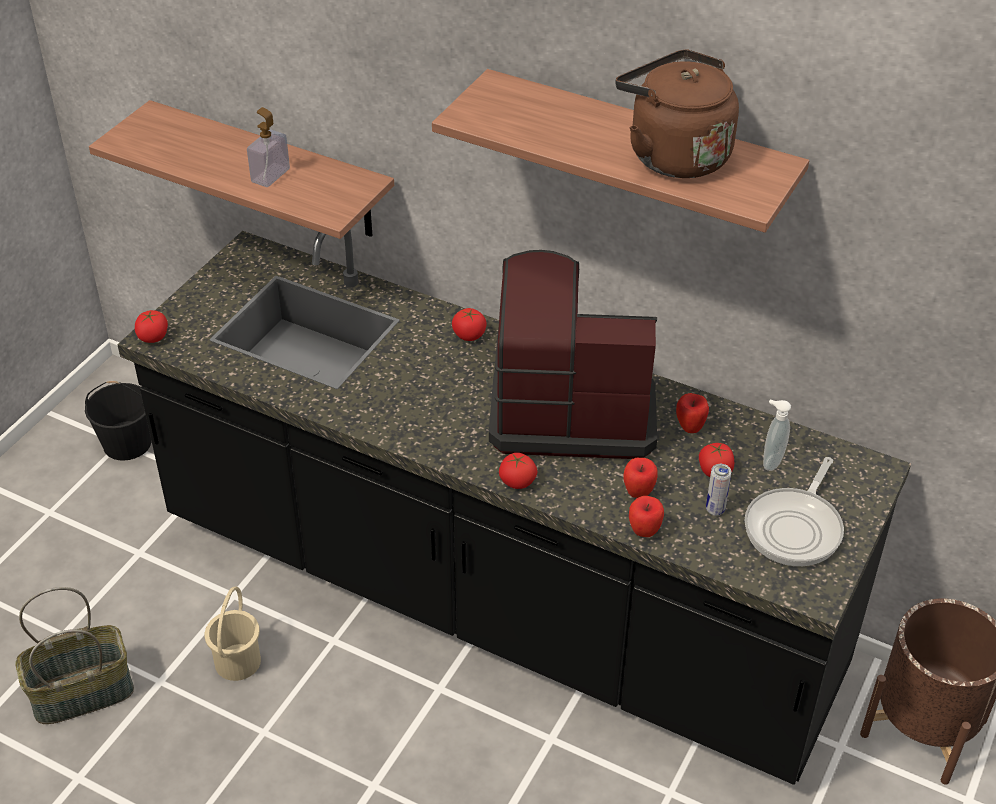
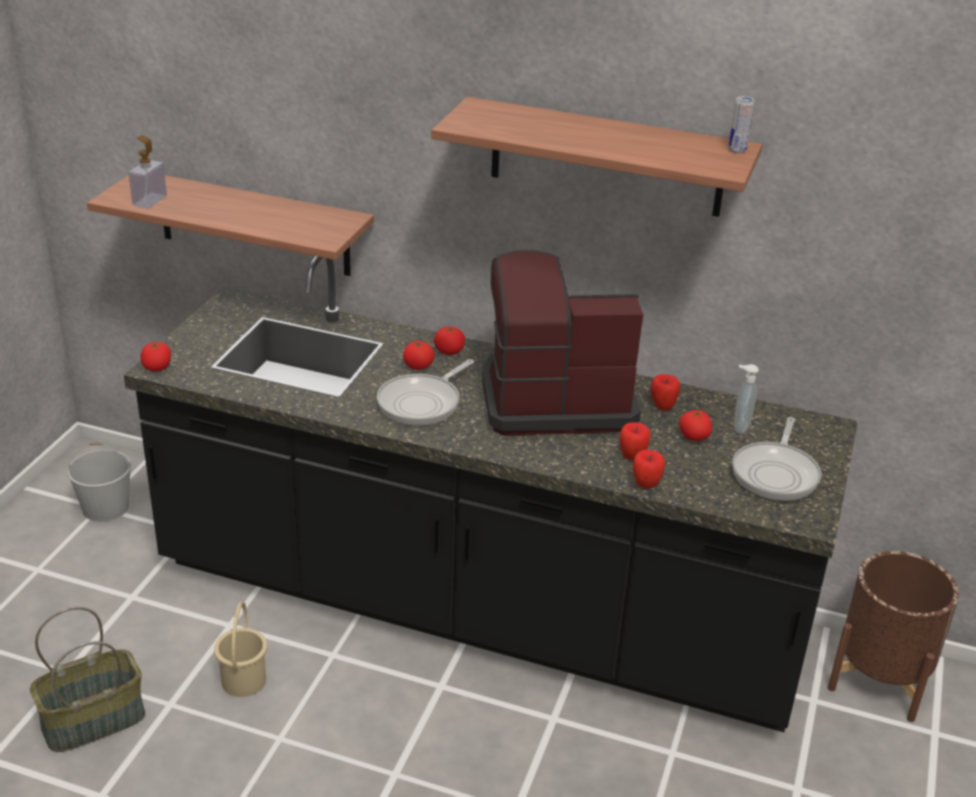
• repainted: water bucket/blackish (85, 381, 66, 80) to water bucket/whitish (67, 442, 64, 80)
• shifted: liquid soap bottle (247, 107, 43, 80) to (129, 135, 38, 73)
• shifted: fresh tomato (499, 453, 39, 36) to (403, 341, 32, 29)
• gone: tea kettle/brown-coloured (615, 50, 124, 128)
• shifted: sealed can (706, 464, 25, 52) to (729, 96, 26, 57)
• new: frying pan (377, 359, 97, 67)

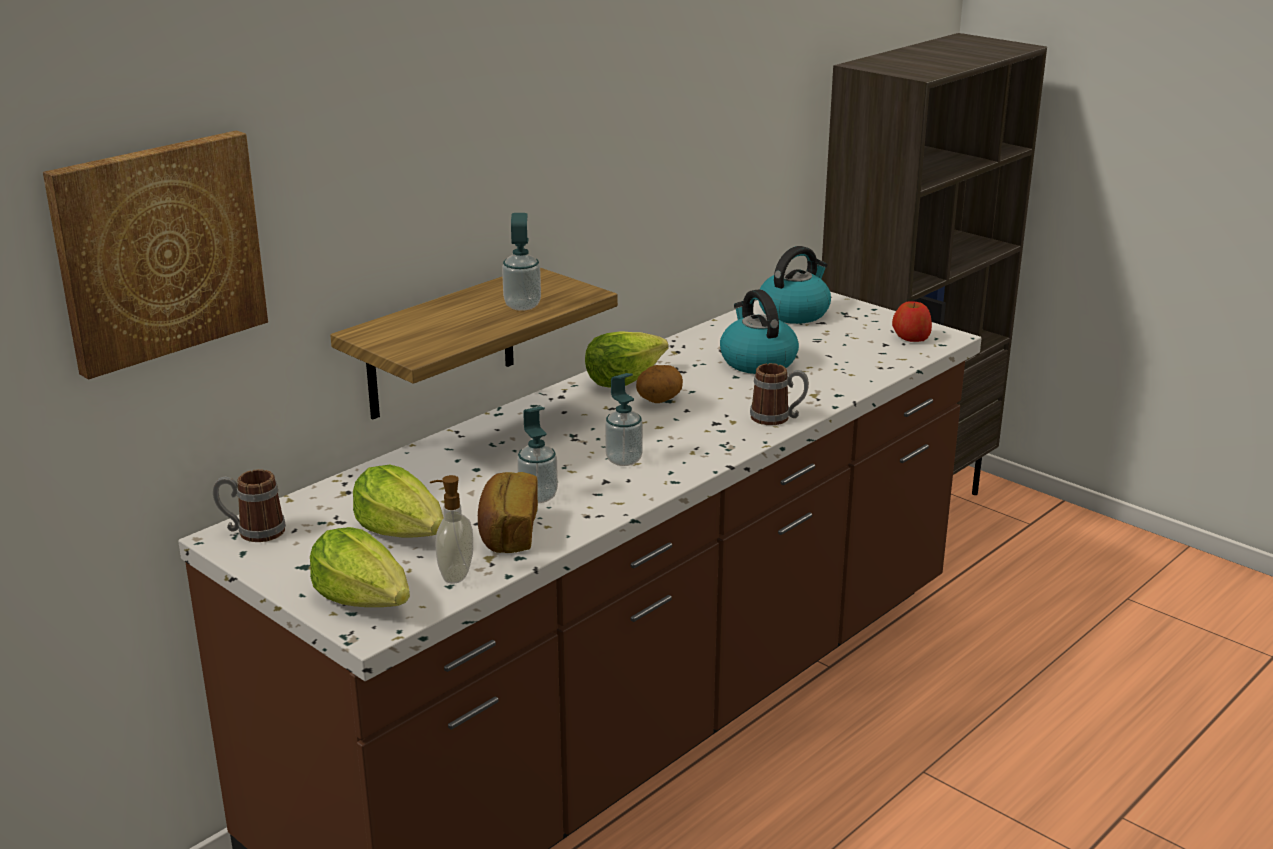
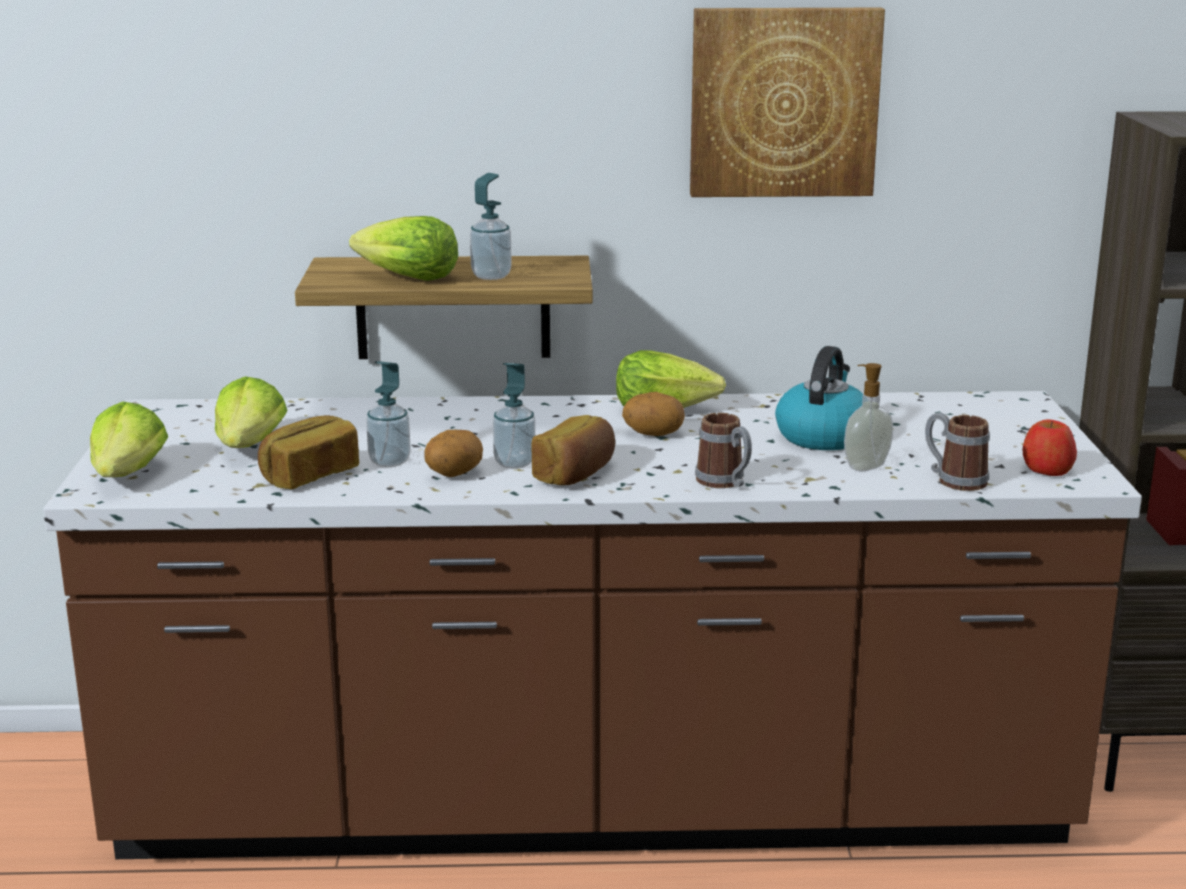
• shifted: picture (43, 131, 225, 249) to (690, 8, 195, 189)
• shifted: mug (213, 469, 73, 73) to (925, 412, 65, 79)
• shifted: liquid soap bottle (430, 475, 43, 108) to (844, 363, 49, 108)
• gone: tea kettle (758, 246, 73, 78)
• new: lettuce head (349, 216, 109, 65)
• new: spud (424, 430, 59, 47)
• new: baked bread (531, 415, 84, 70)

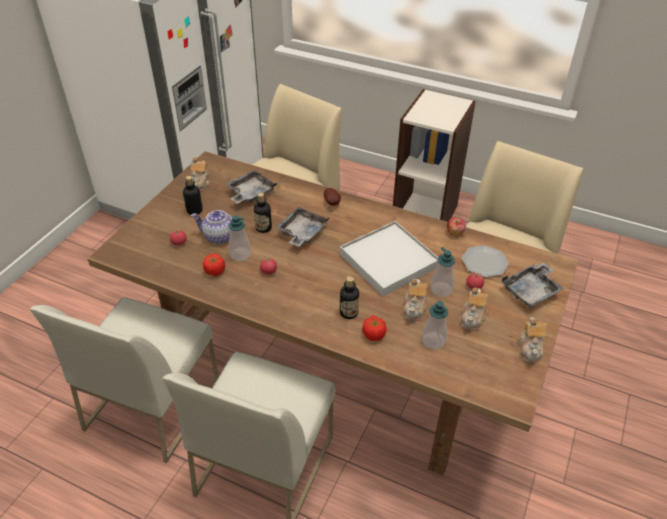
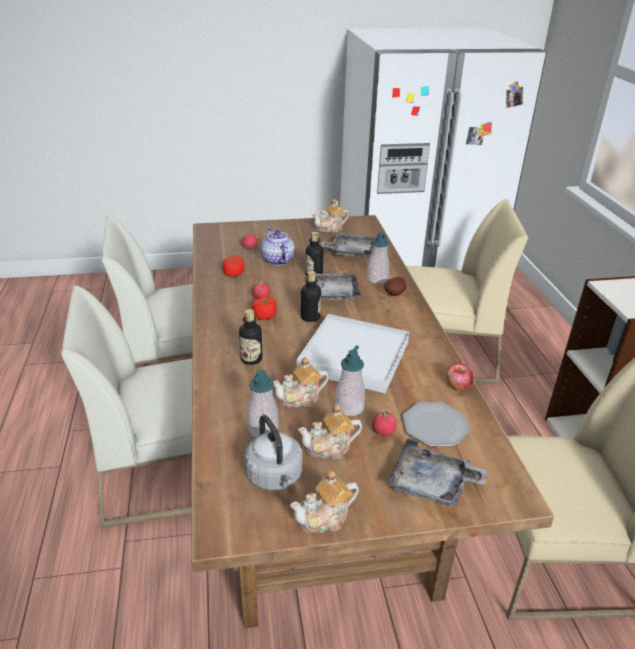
• shifted: beverage bottle (183, 176, 20, 39) to (301, 271, 20, 51)
• shifted: liquid soap bottle (228, 215, 23, 46) to (367, 232, 22, 52)
• shifted: fresh tomato (362, 315, 25, 26) to (252, 296, 25, 24)
• new: tea kettle/greyish (244, 415, 59, 75)

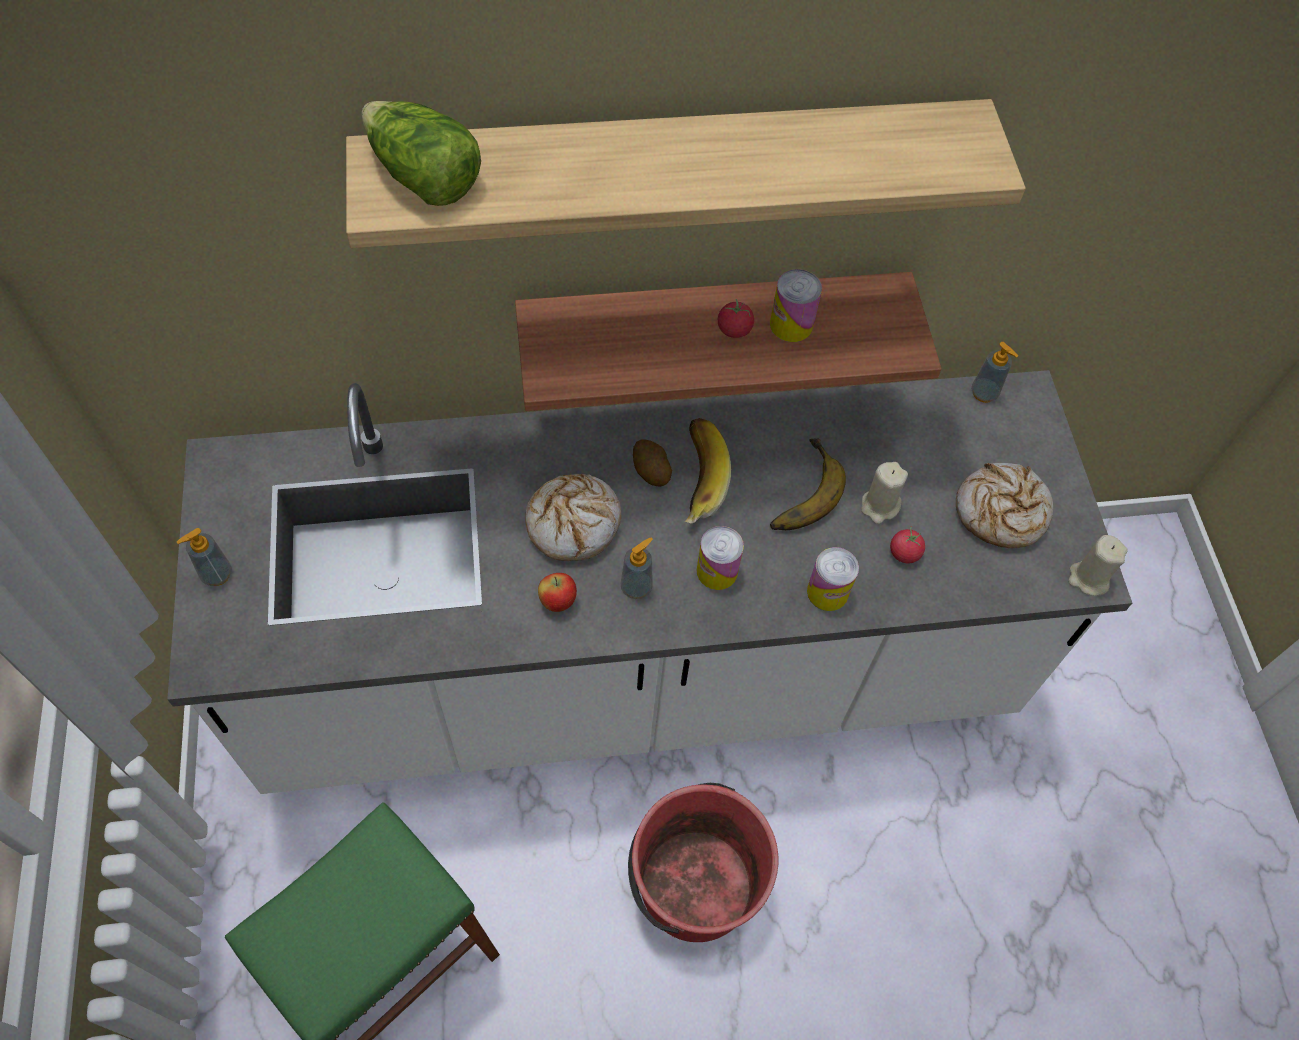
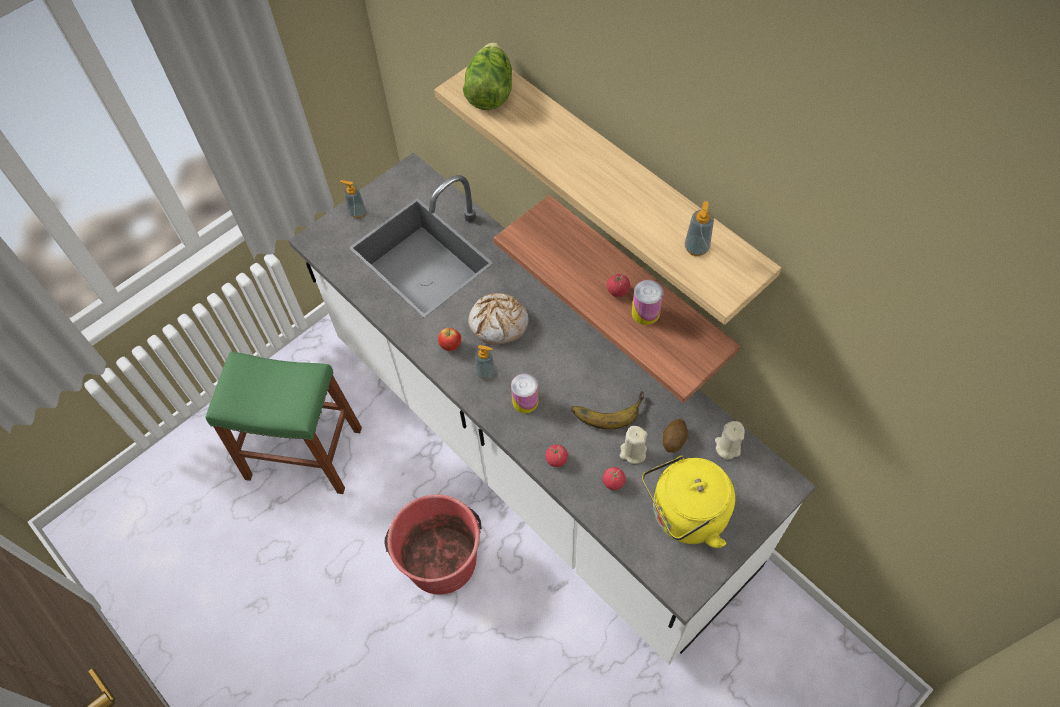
• shifted: spud (633, 440, 39, 46) to (663, 419, 25, 34)
• gone: whole banana (685, 418, 46, 106)
• swapped: sealed can (807, 547, 52, 64) to fresh tomato (545, 444, 23, 23)
• swapped: baked bread (956, 463, 97, 85) to tea kettle/yellow-coloured (642, 455, 93, 93)
• shifted: liquid soap bottle (971, 342, 47, 61) to (685, 201, 29, 55)
• shifted: wax light/beige (1068, 535, 60, 61) to (715, 421, 30, 38)

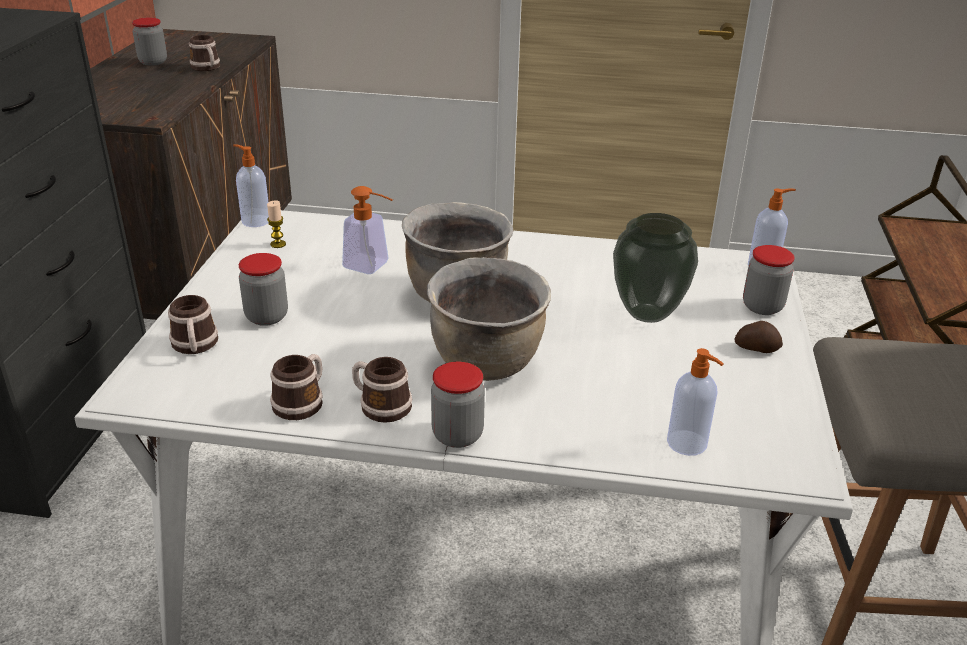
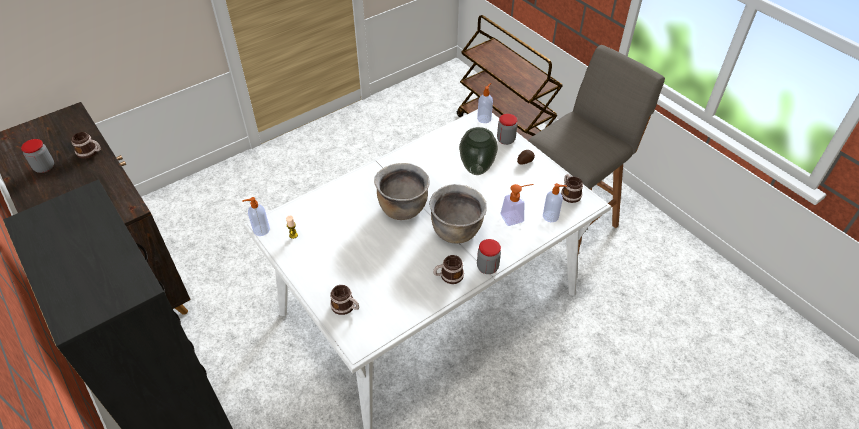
• gone: storage jar (239, 253, 49, 73)
• shifted: mug (270, 354, 53, 66) to (561, 174, 22, 29)
• shifted: liquid soap bottle (342, 186, 51, 88) to (501, 184, 33, 42)

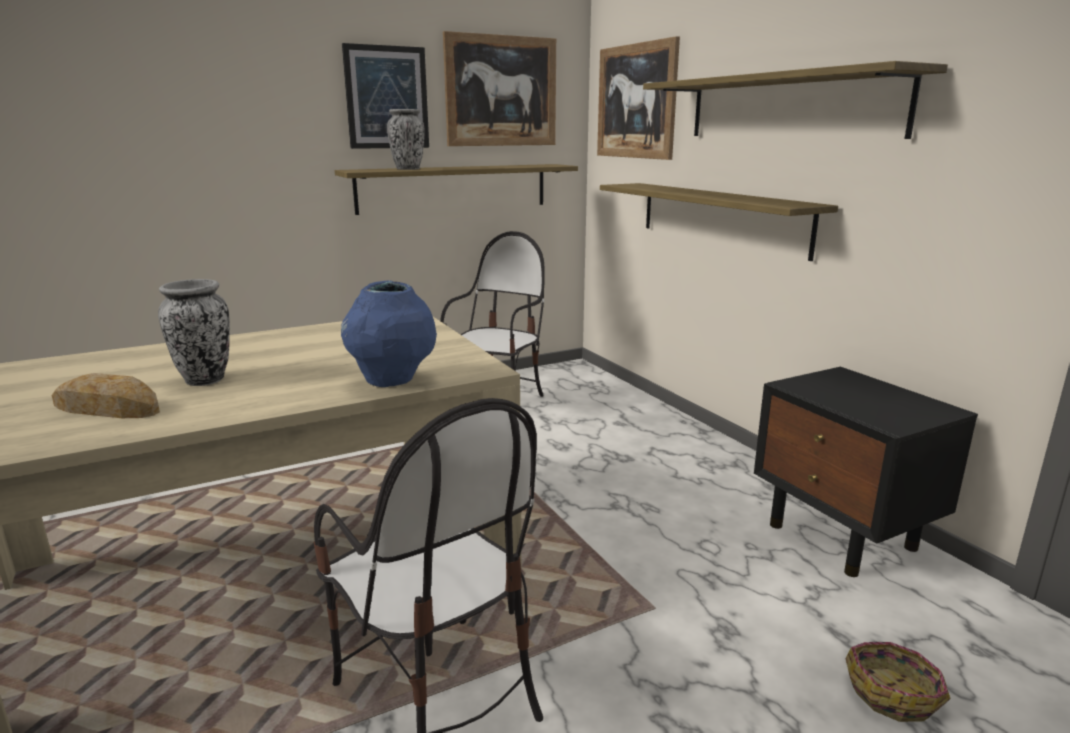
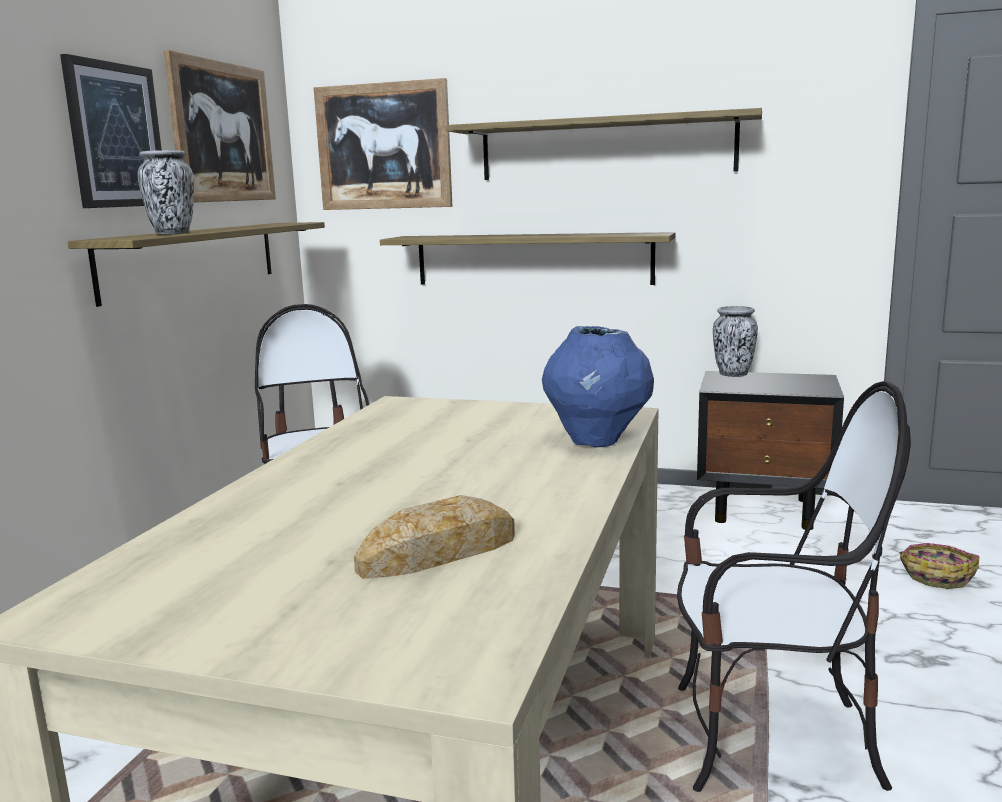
• shifted: decorative vase (158, 279, 72, 107) to (713, 306, 45, 71)

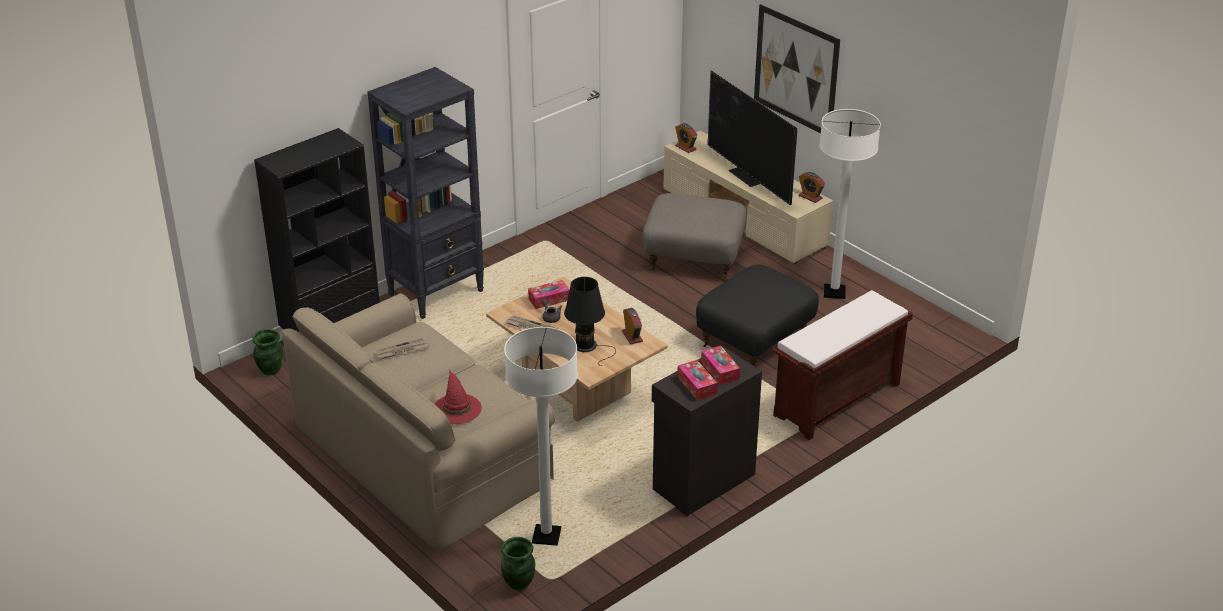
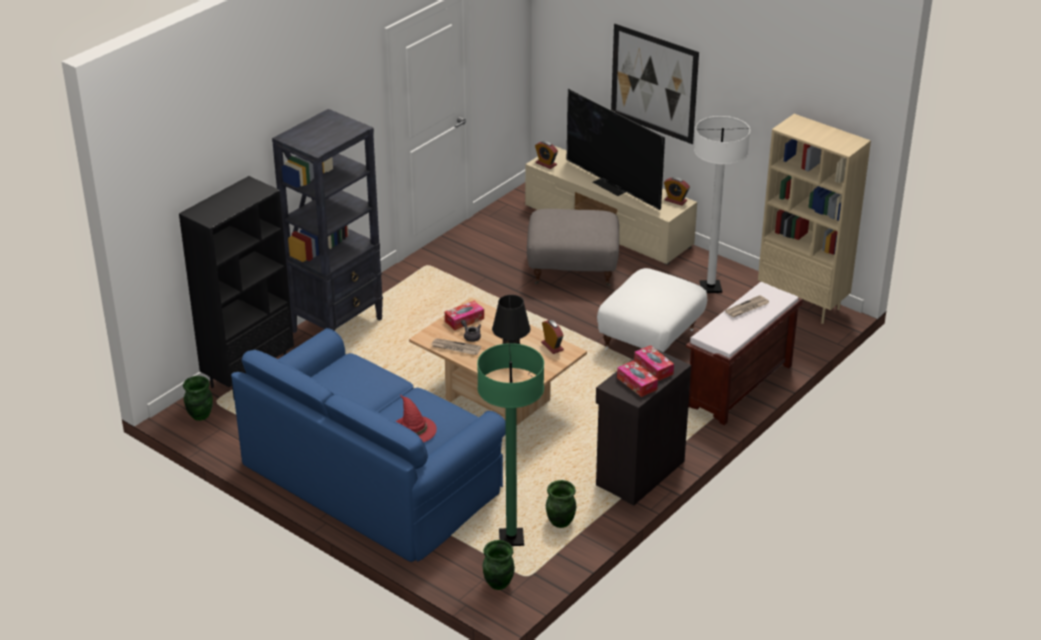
• repainted: settee/beige (282, 293, 273, 256) to settee/blue-coloured (231, 328, 275, 234)
• shifted: daily paper (376, 338, 53, 21) to (725, 295, 44, 22)
• repainted: standing lamp/whitish (504, 327, 74, 219) to standing lamp/greenish (477, 343, 67, 203)
• repainted: pouffe/blackish (696, 264, 123, 103) to pouffe/whitish (597, 268, 110, 84)
• new: decorative vase/greenish (546, 480, 31, 48)
• new: bookcase/beige (758, 114, 113, 210)

